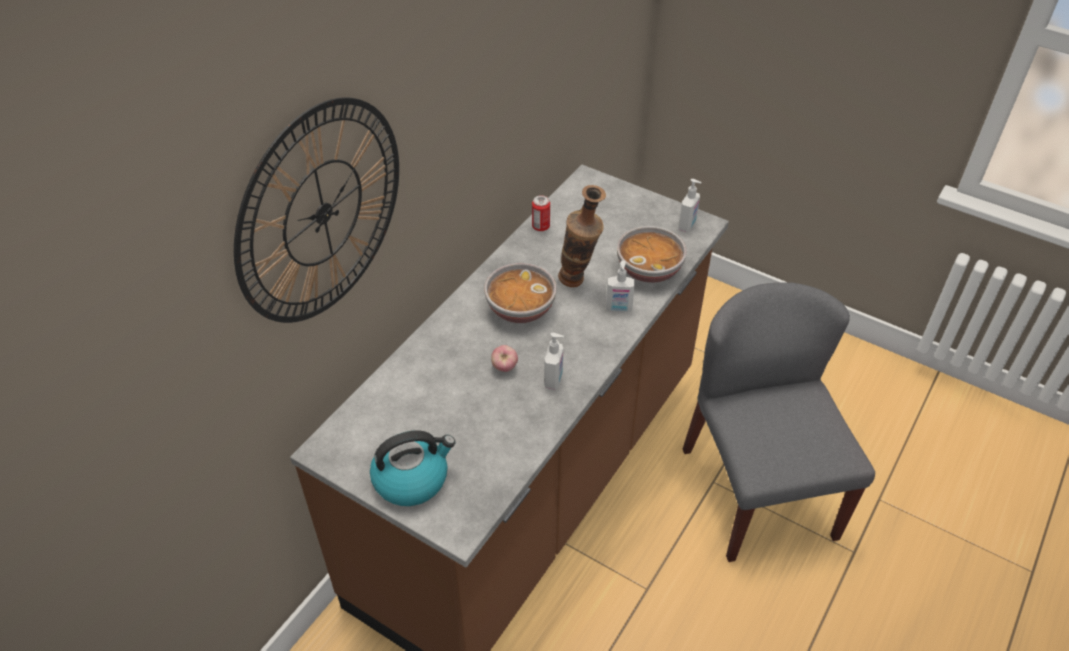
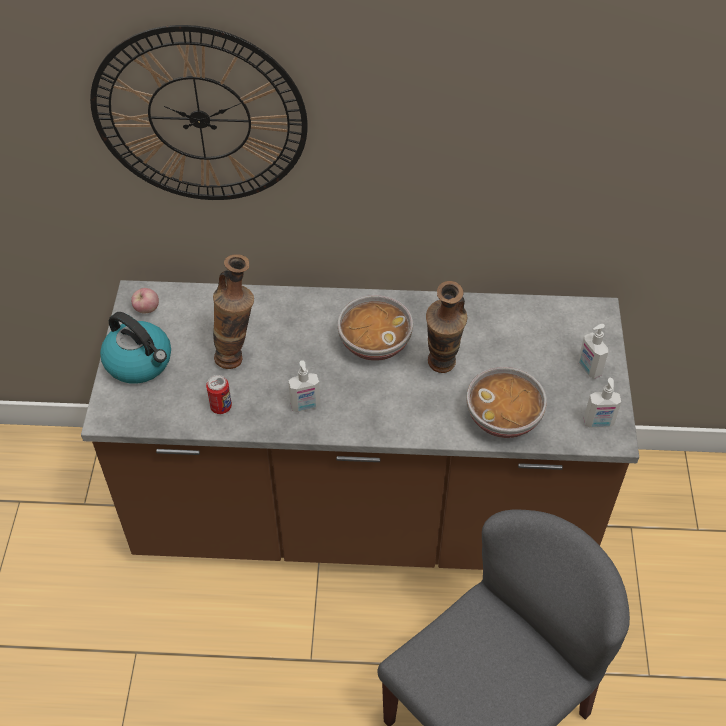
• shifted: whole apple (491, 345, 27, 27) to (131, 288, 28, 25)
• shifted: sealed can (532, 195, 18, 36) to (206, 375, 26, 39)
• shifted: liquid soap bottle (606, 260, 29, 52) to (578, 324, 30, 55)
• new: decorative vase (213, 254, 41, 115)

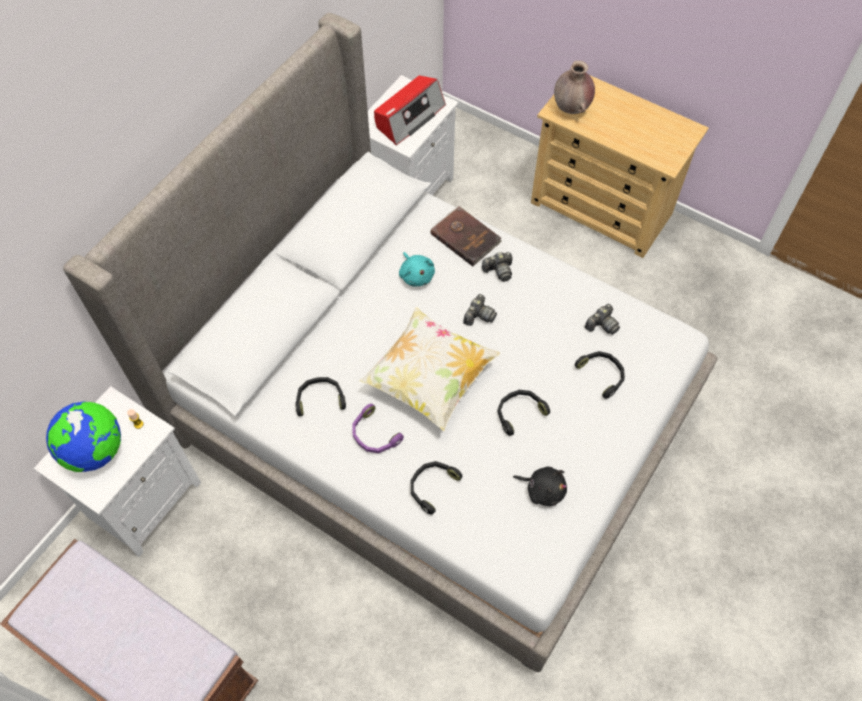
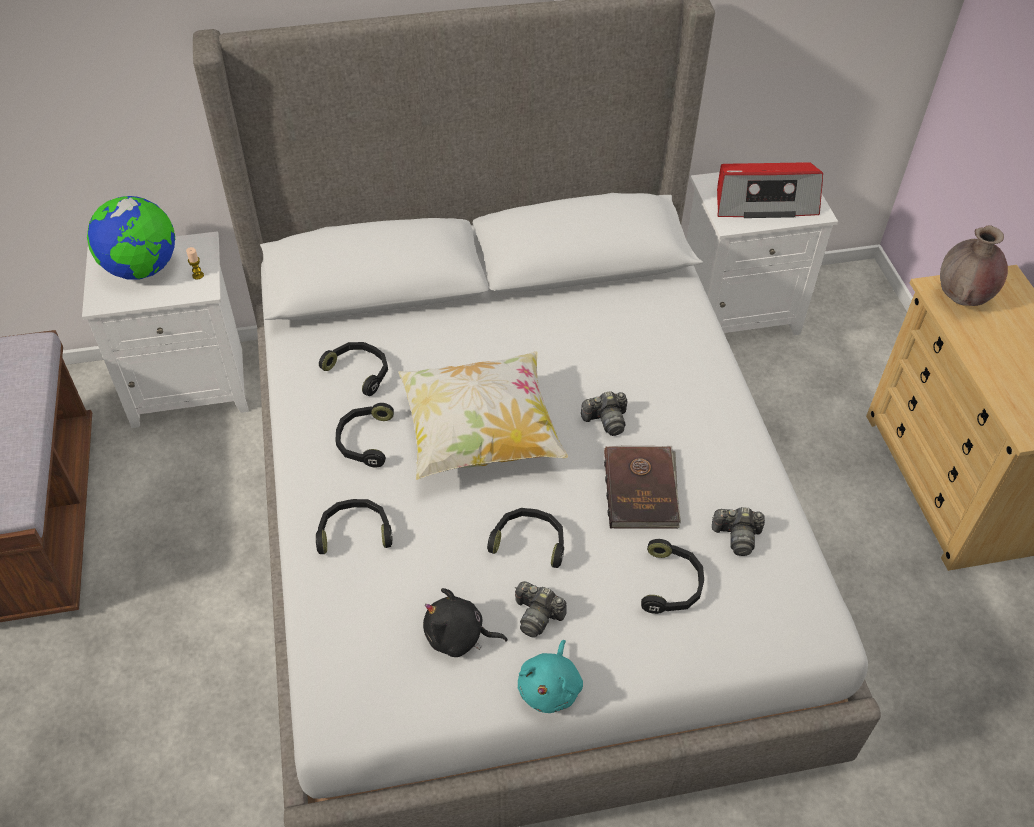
• repainted: pair of headphones/purple (352, 404, 52, 49) to pair of headphones/blackish (336, 403, 58, 64)
• shifted: soft toy/blue-green (399, 252, 36, 35) to (518, 640, 65, 73)
• shifted: volume/brown-coloured (431, 205, 71, 61) to (604, 445, 77, 84)
• shifted: photo camera (482, 252, 31, 30) to (515, 581, 51, 57)
• rotated: soft toy/blackish (513, 467, 54, 39) = (423, 588, 85, 69) 120 degrees clockwise

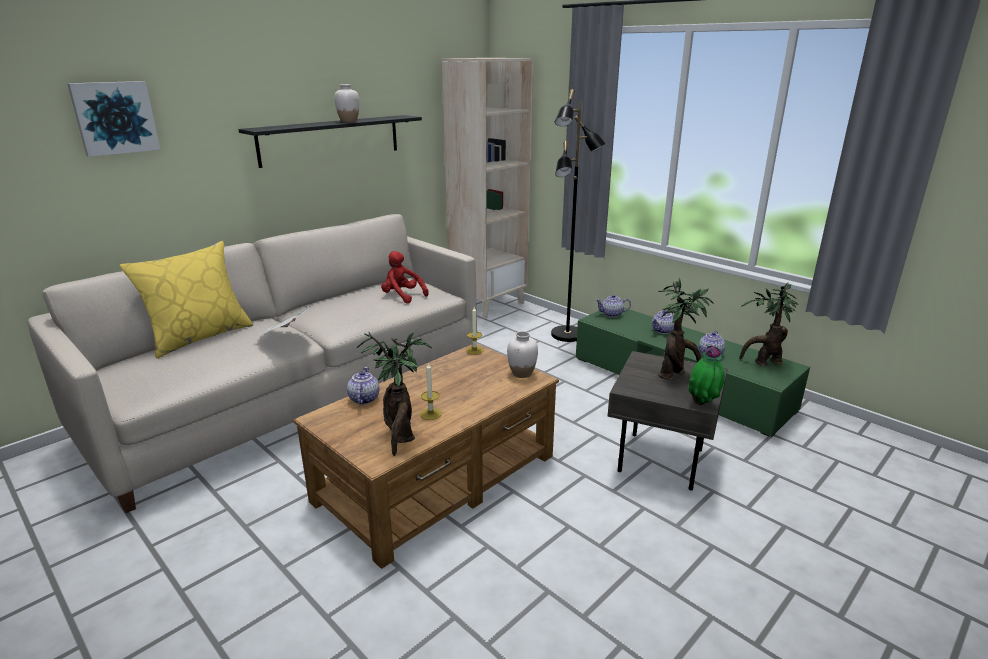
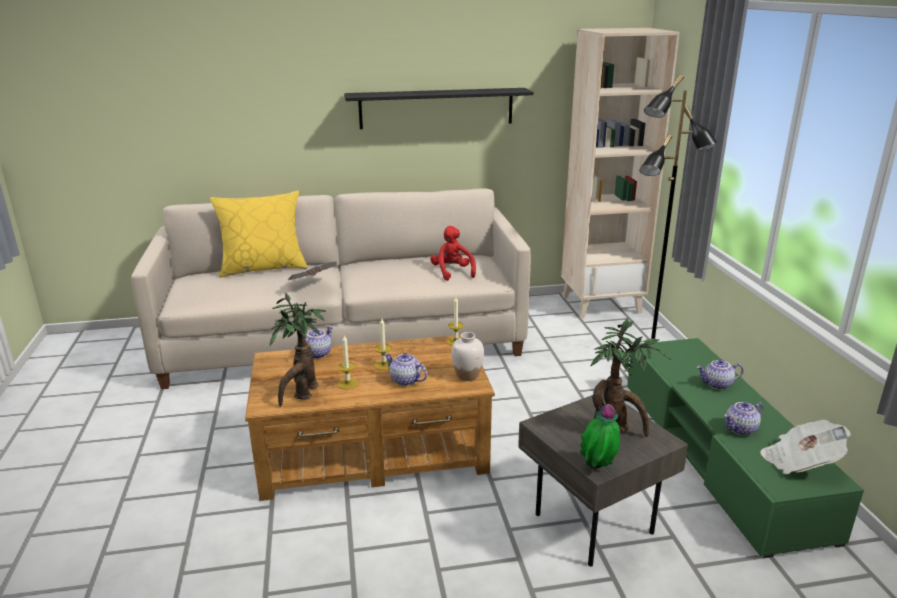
• gone: picture (67, 81, 93, 76)
• gone: decorative vase/whitish (334, 84, 25, 38)
• shifted: pot for tea (596, 295, 35, 22) to (384, 353, 44, 33)
• swapped: plant in a pot (740, 283, 58, 83) to daily paper (760, 420, 91, 54)
• new: wax light (374, 319, 18, 51)

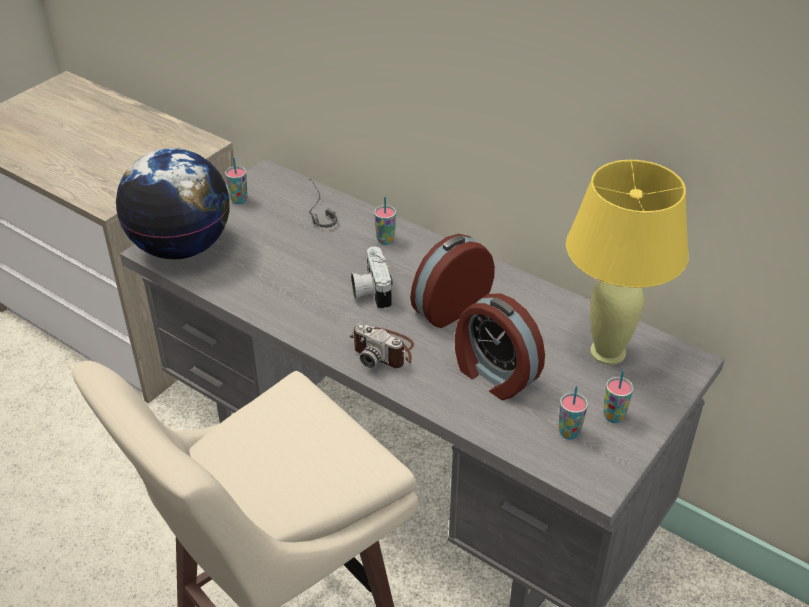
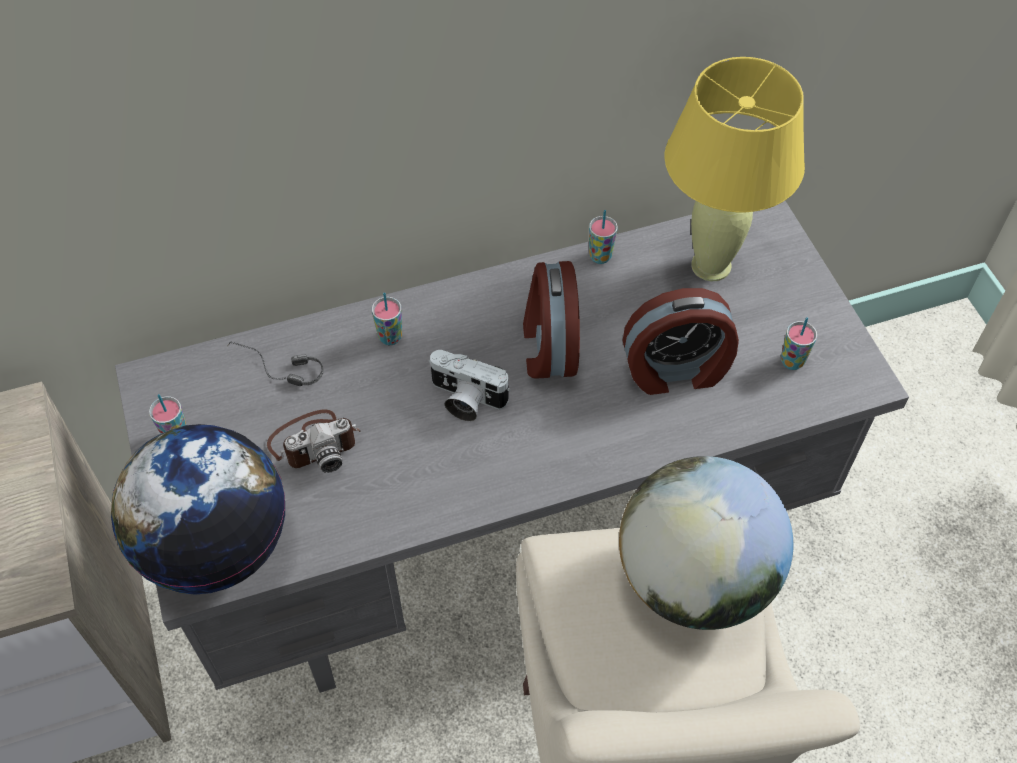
• shifted: photo camera (350, 323, 64, 45) to (267, 409, 94, 64)
• shifted: small cup (603, 370, 31, 53) to (589, 210, 29, 54)
• new: globe (619, 456, 174, 174)

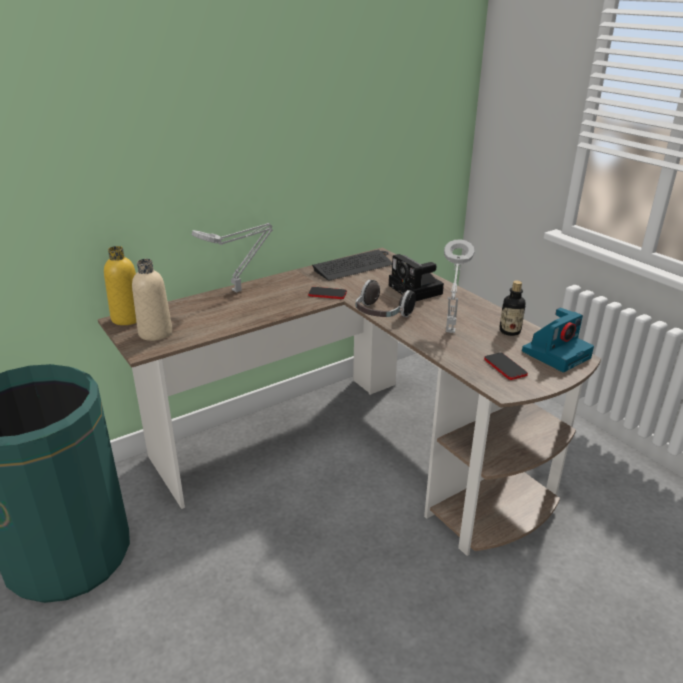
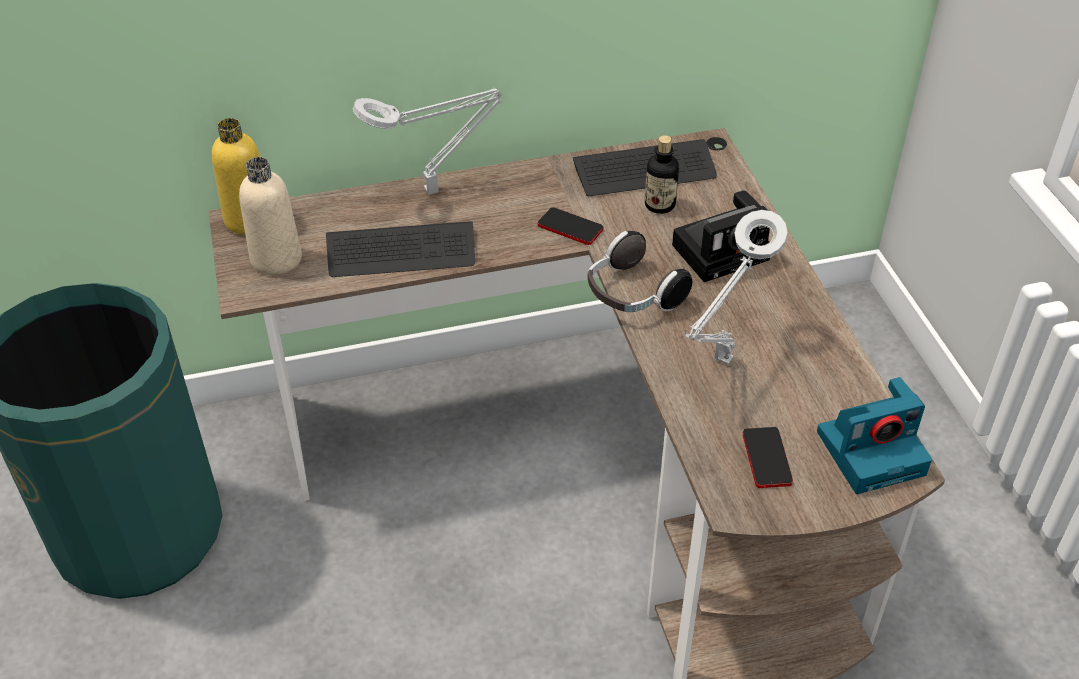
• rotated: photo camera (389, 254, 55, 47) = (672, 190, 98, 92) 105 degrees counterclockwise
• shifted: beverage bottle (499, 281, 27, 55) to (645, 135, 34, 79)
• new: PC keyboard (326, 221, 149, 56)

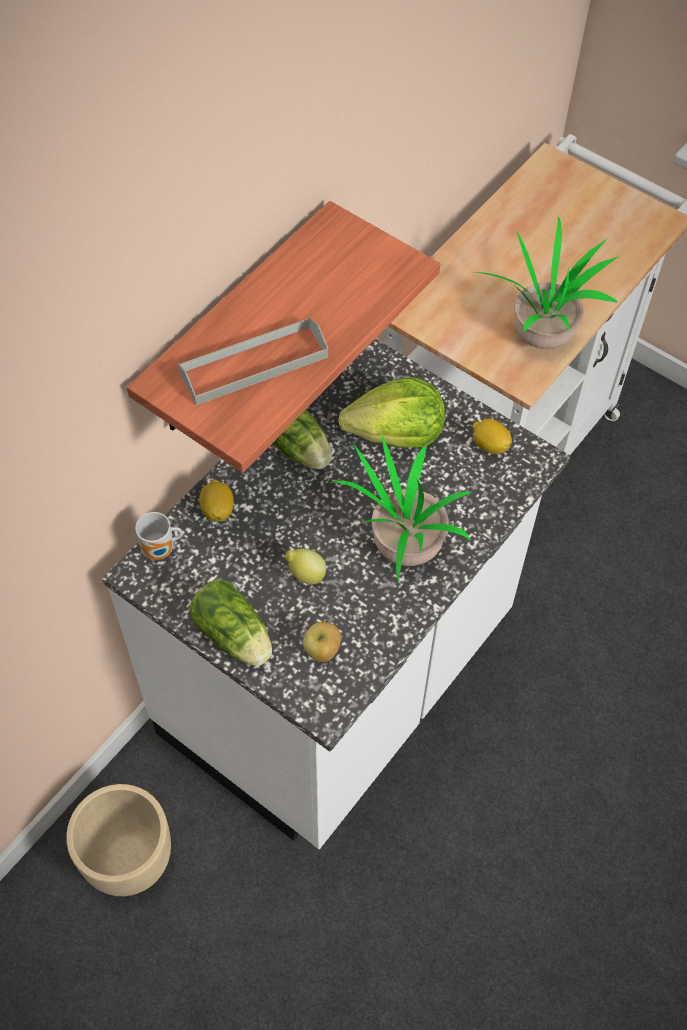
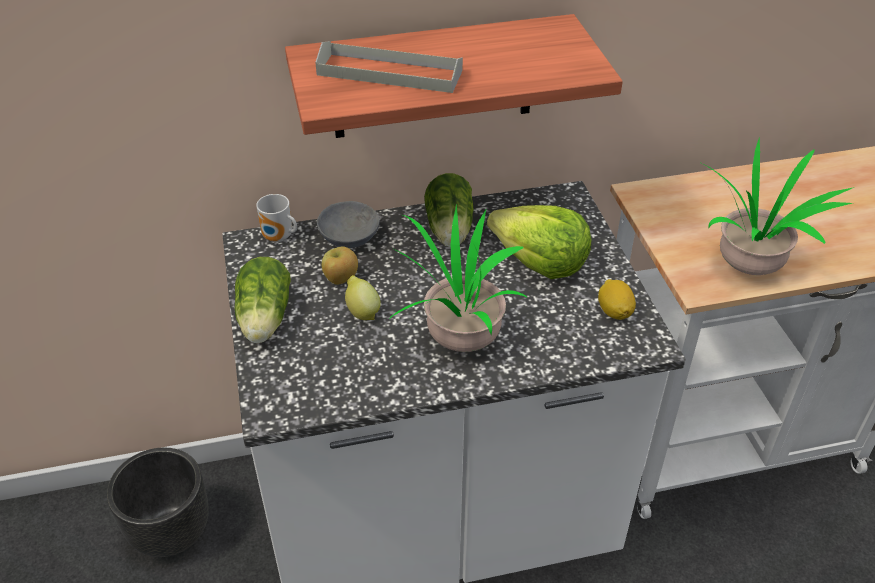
• repainted: plant pot/beige (66, 784, 105, 112) to plant pot/blackish (107, 447, 102, 110)
• swapped: whole lemon (199, 479, 35, 43) to bowl/greyish (317, 201, 63, 47)
• shifted: whole apple (303, 622, 38, 40) to (322, 246, 36, 39)

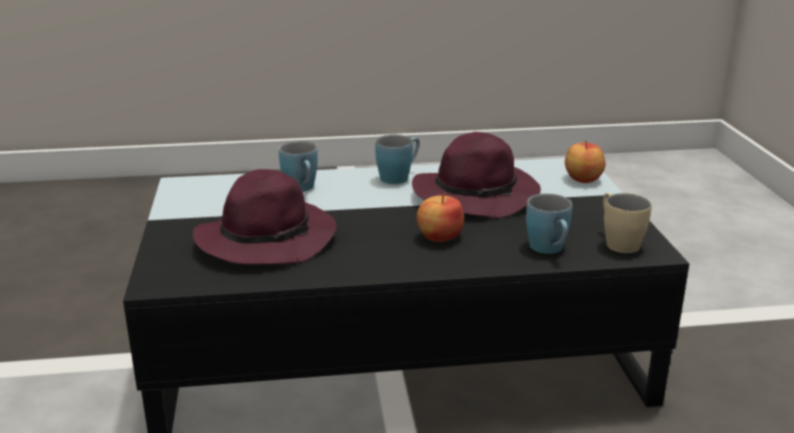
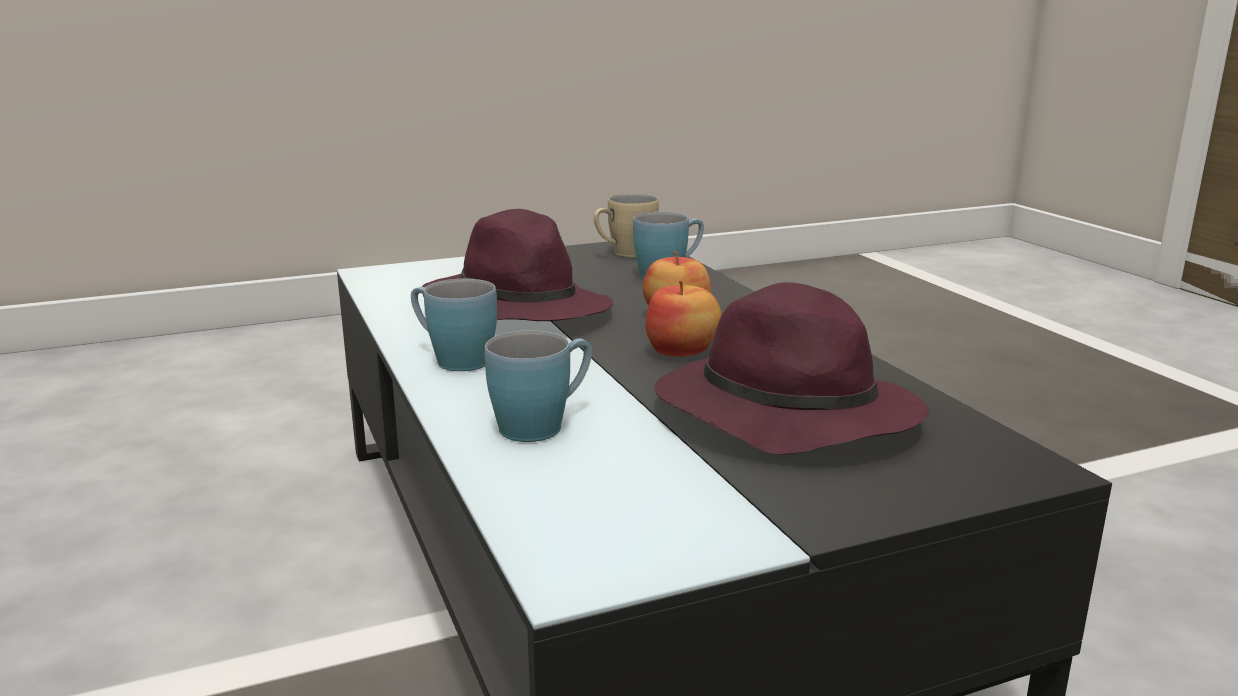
• shifted: whole apple (565, 140, 40, 43) to (645, 280, 77, 77)

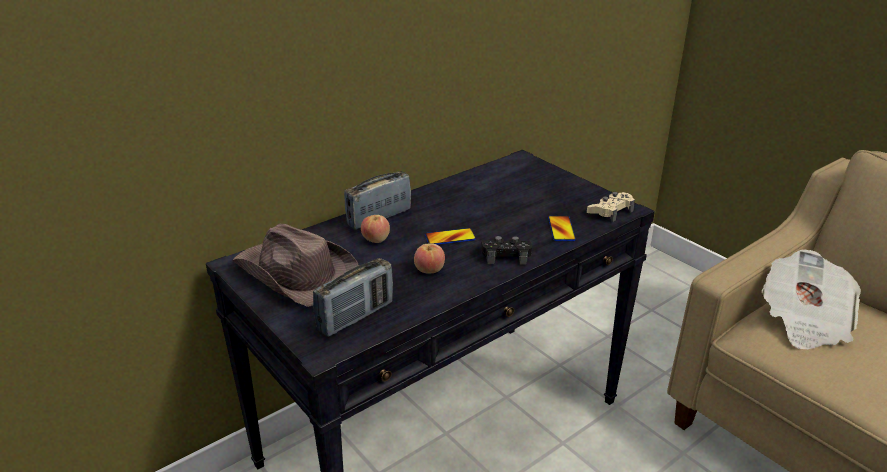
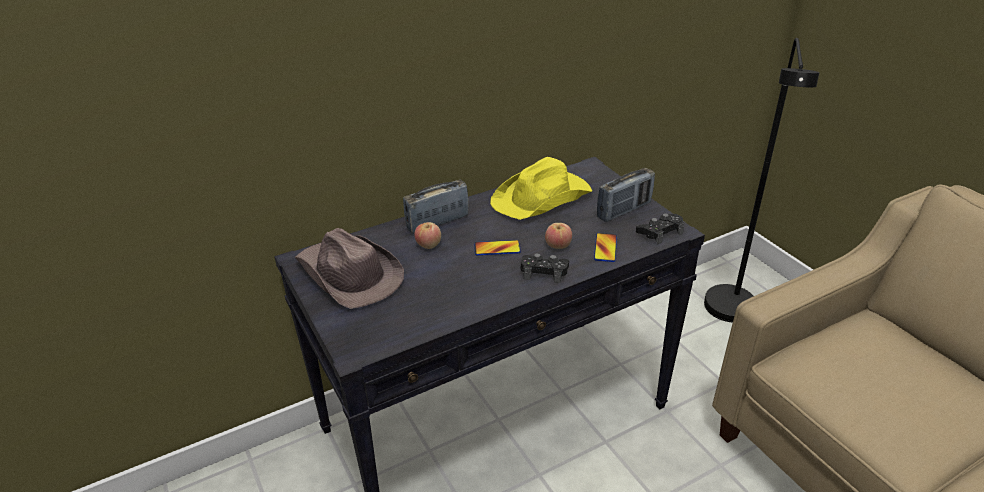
• shifted: radio set (313, 258, 80, 79) to (597, 168, 58, 54)
• shifted: whole apple (414, 243, 31, 31) to (545, 223, 27, 26)
• repainted: joypad/beige (587, 192, 48, 30) to joypad/blackish (636, 213, 48, 31)
• gone: daily paper (762, 250, 99, 99)
• new: hat/yellow-coloured (490, 157, 102, 63)
• new: standing lamp/blackish (704, 38, 115, 285)

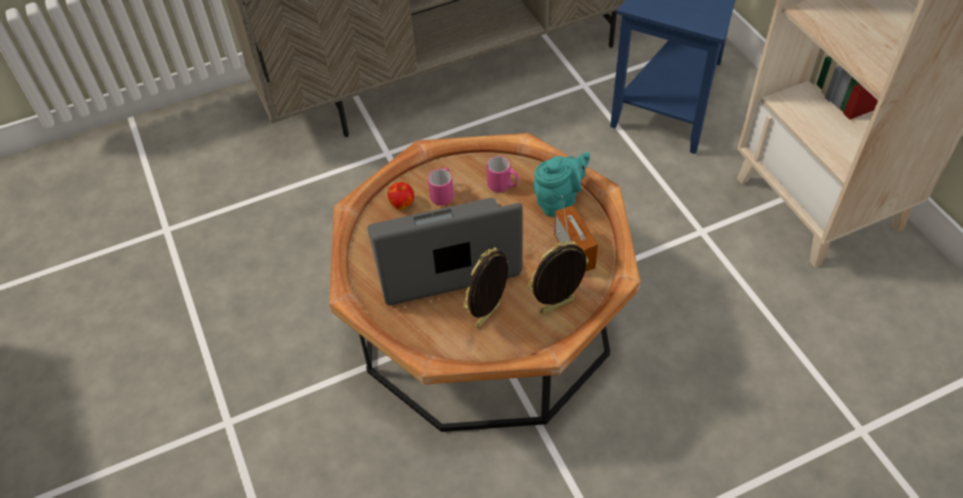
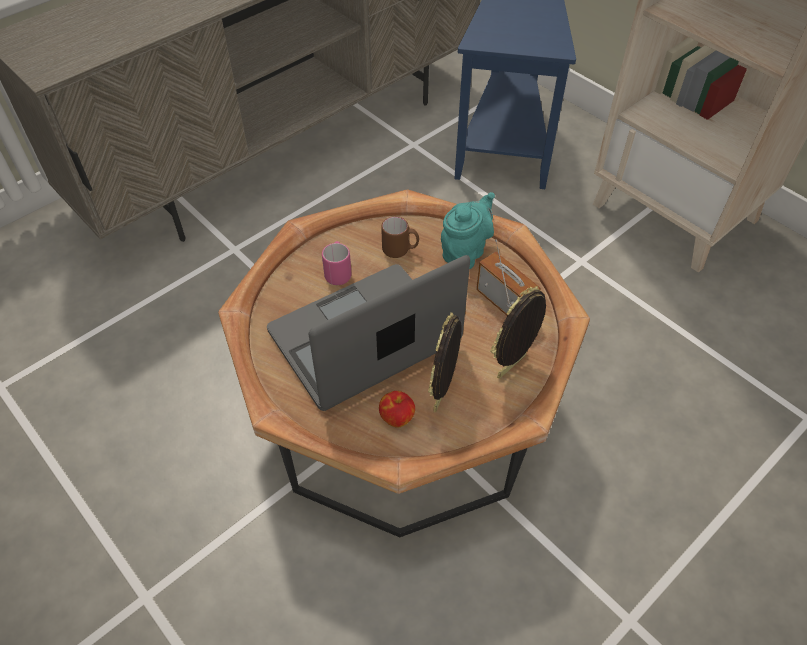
• shifted: whole apple (388, 182, 26, 28) to (379, 391, 36, 37)
• repainted: mug/pink-coloured (487, 156, 32, 36) to mug/brown-coloured (381, 217, 38, 41)

